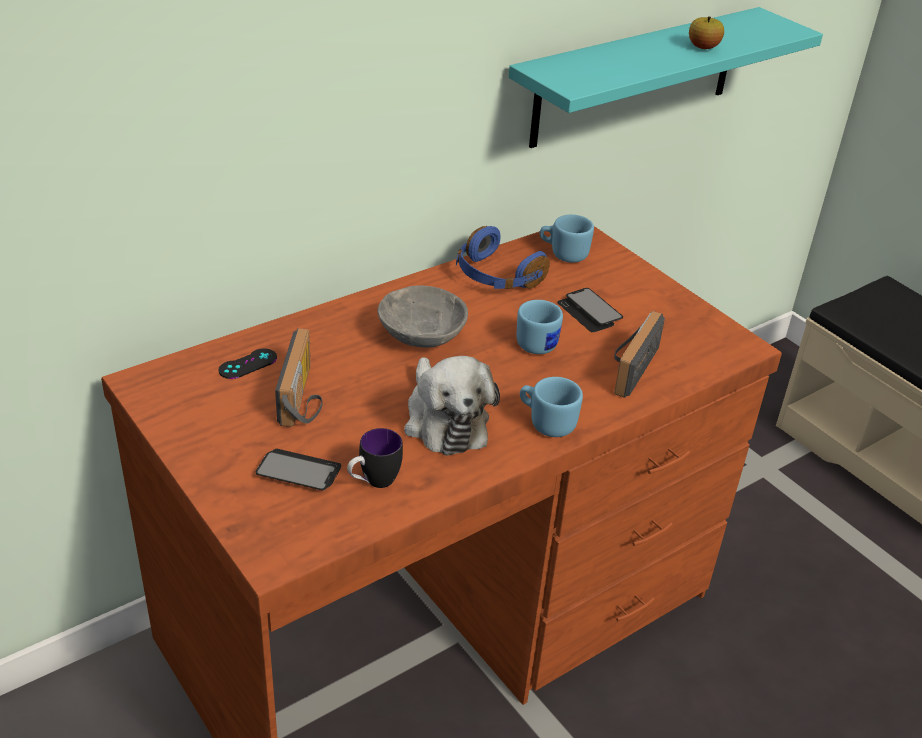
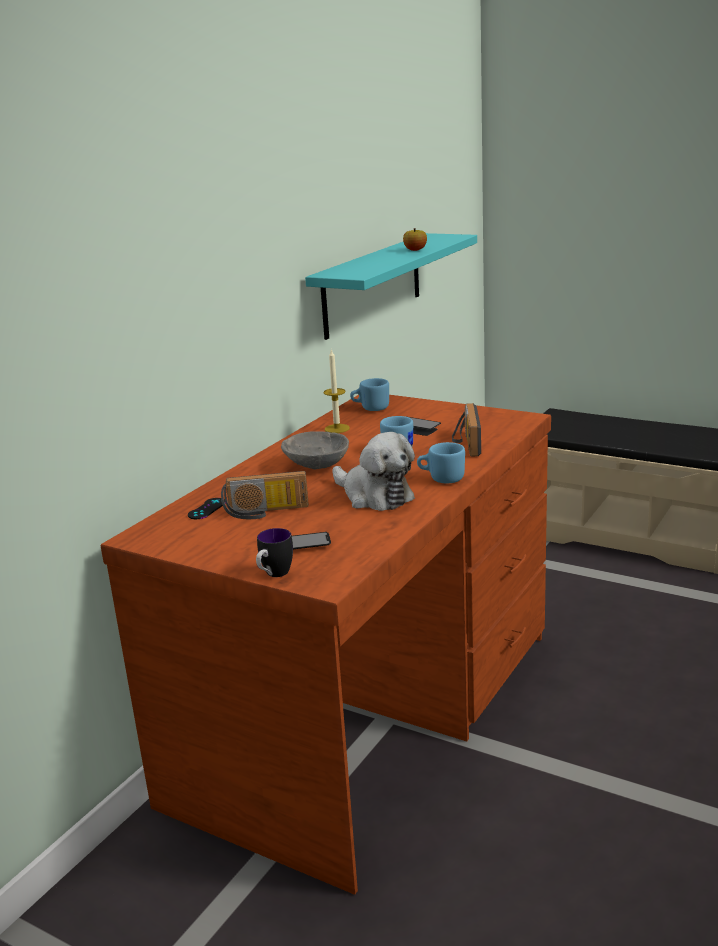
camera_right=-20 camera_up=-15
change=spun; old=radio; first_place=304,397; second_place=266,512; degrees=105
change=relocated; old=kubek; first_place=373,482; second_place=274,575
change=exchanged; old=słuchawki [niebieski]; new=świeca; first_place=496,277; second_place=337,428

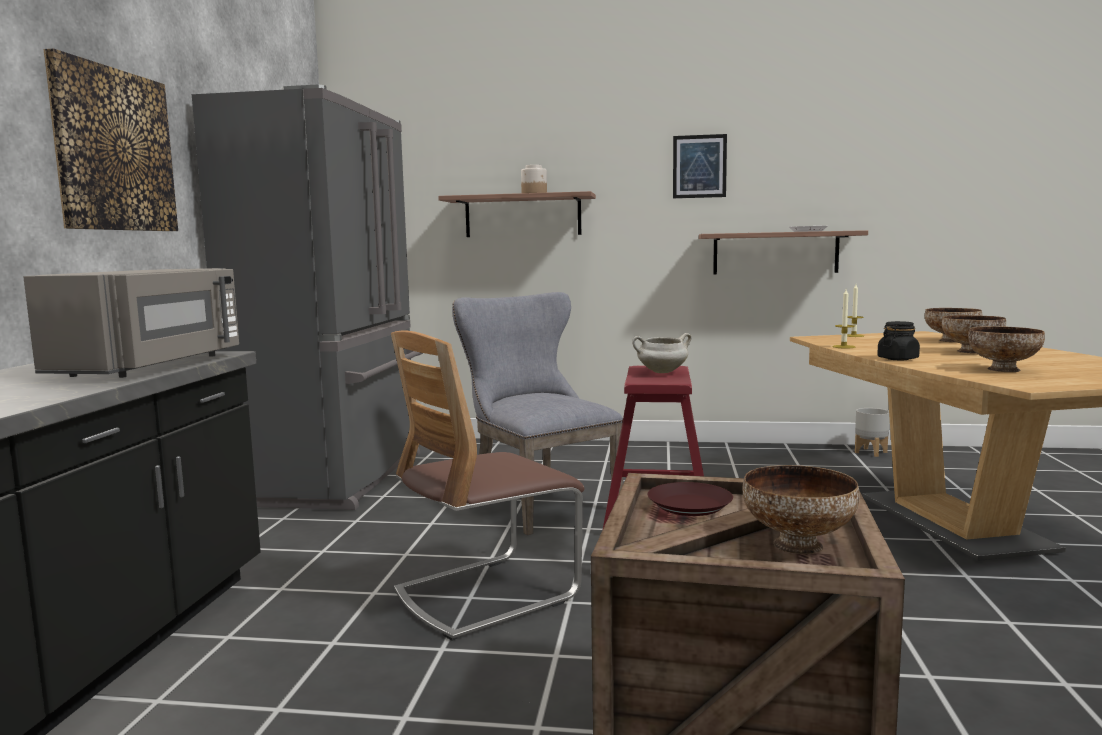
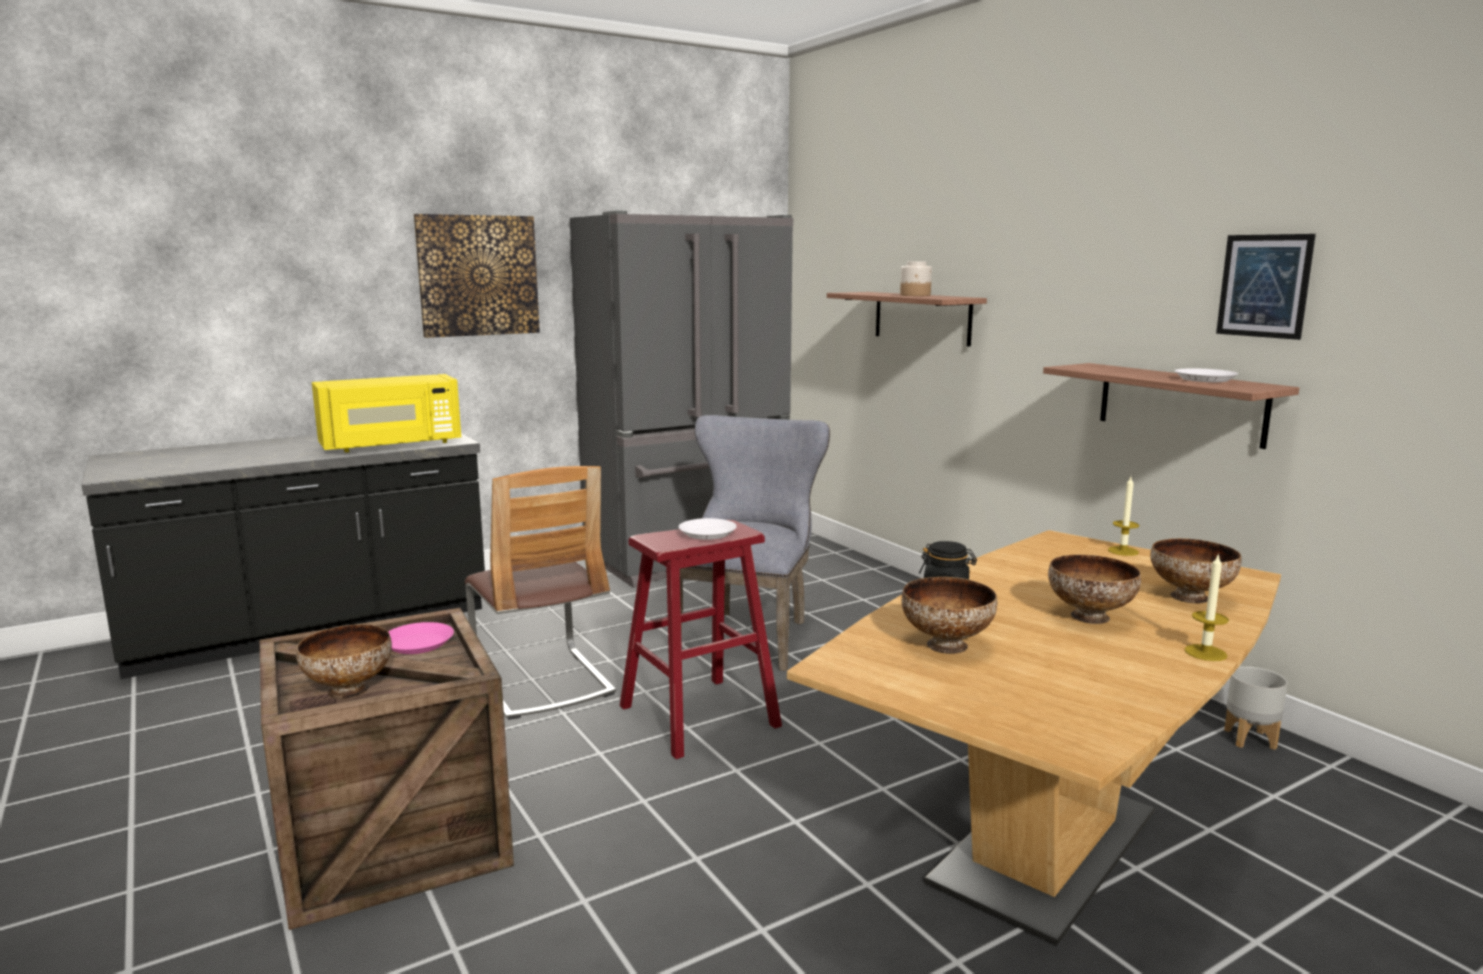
camera_right=50 camera_up=5
change=colour; old=mikrofalówka [szary]; new=mikrofalówka [żółty]; first_place=153,366; second_place=392,445
change=spun; old=krzesło; first_place=486,594; second_place=542,682; degrees=-135
change=exchanged; old=garnek [biały]; new=talerz [biały]; first_place=661,372; second_place=706,533
change=colour; old=talerz [brązowy]; new=talerz [różowy]; first_place=690,506; second_place=418,644
change=relocated; old=obraz; first_place=699,166; second_place=1264,286
change=relocated; old=świeca; first_place=843,347; second_place=1205,653

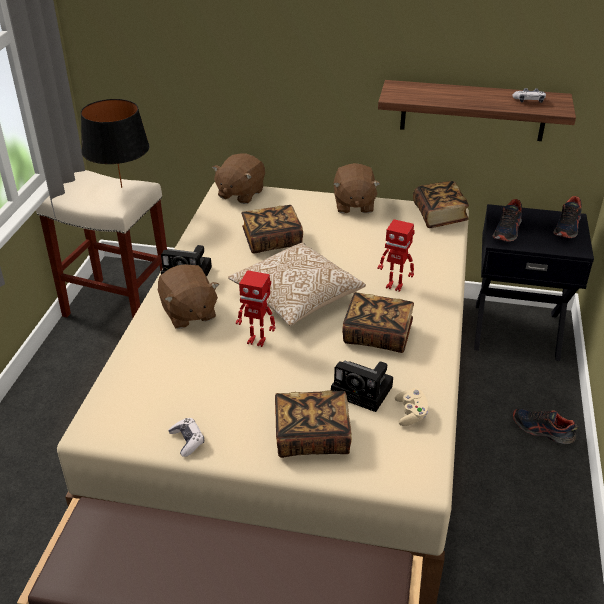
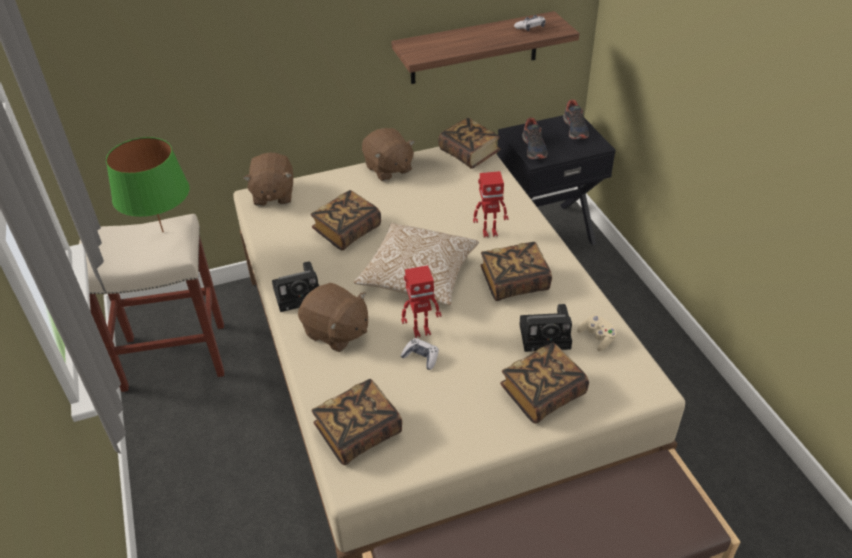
camera_right=-30 camera_up=5
change=colour; old=lampa stołowa [czarny]; new=lampa stołowa [zielony]; first_place=121,187; second_place=162,231
change=relocated; old=pad do gier; first_place=187,441; second_place=421,357
change=missing; old=but; first_place=542,430
change=appeared; new=książka; second_place=358,433

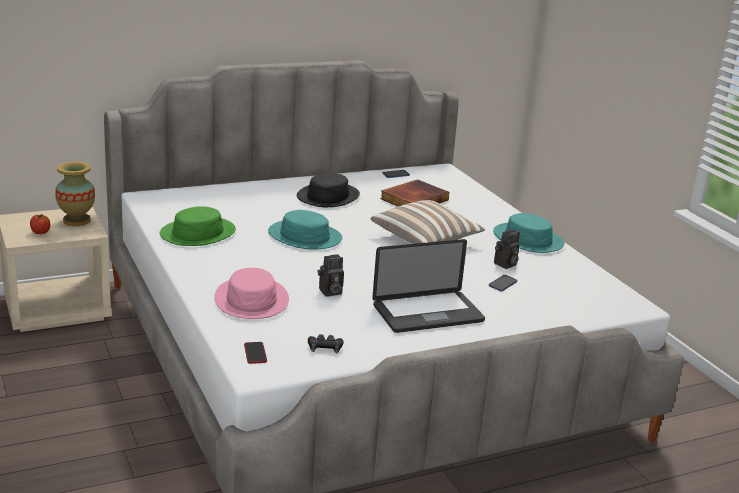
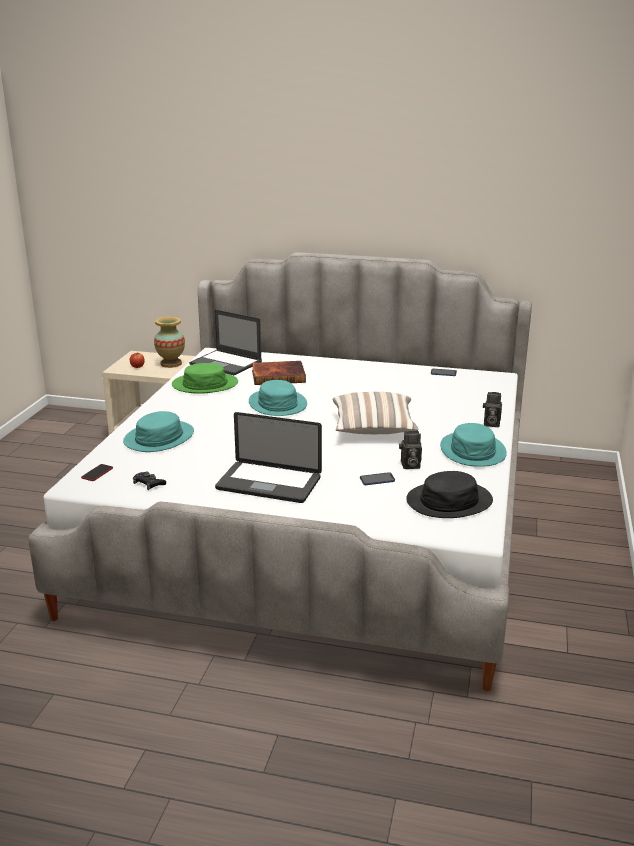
camera_right=40 camera_up=0
change=colour; old=kapelusz [różowy]; new=kapelusz [turkusowy]; first_place=252,300; second_place=159,438
change=relocated; old=kapelusz [czarny]; first_place=328,196; second_place=449,501
change=relocated; old=aparat fotograficzny; first_place=330,292; second_place=490,424
change=relocated; old=książka; first_place=413,199; second_place=278,376
change=appeared; new=laptop; second_place=226,363

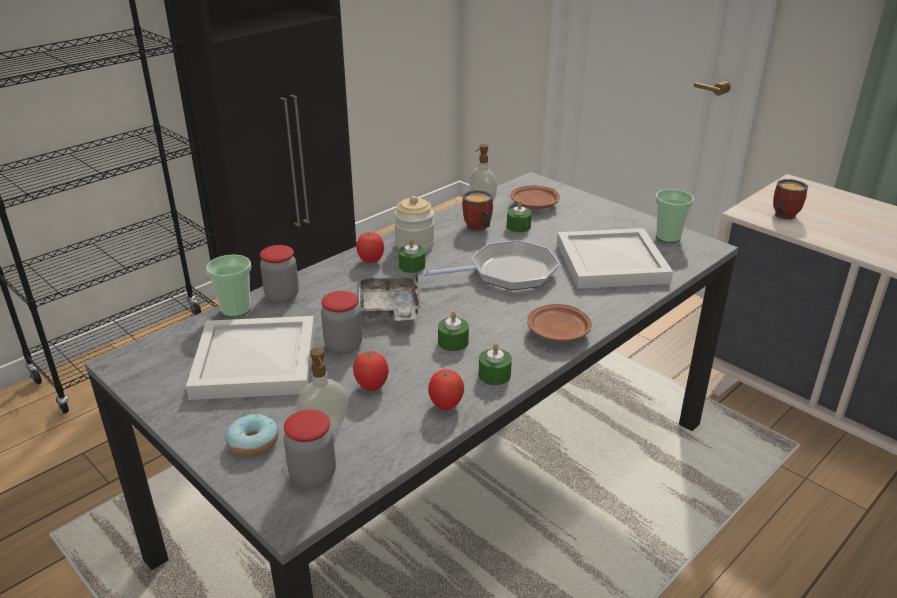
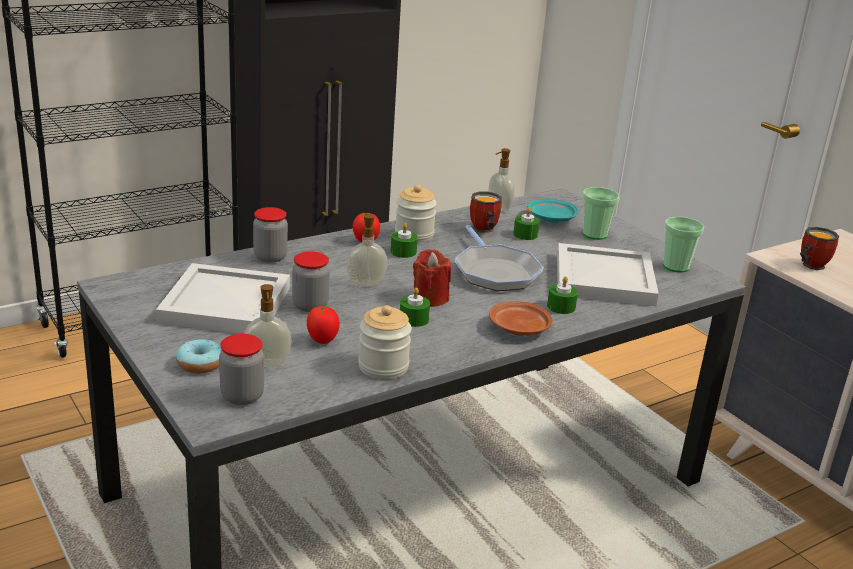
camera_right=10 camera_up=-5
change=relocated; old=filiżanka; first_place=235,310; second_place=595,234
change=exchanged; old=taca [szary]; new=dozownik mydła; first_place=389,309; second_place=365,283
change=spun; old=patelnia; first_place=508,273; second_place=495,272; degrees=75
change=exchanged; old=pomidor; new=słoik; first_place=445,406; second_place=383,367
change=relocated; old=świeca [zielony]; first_place=494,375; second_place=561,307
change=colour; old=talerz [brązowy]; new=talerz [turkusowy]; first_place=534,205; second_place=551,218
change=appeared; new=świeca [czerwony]; second_place=430,298

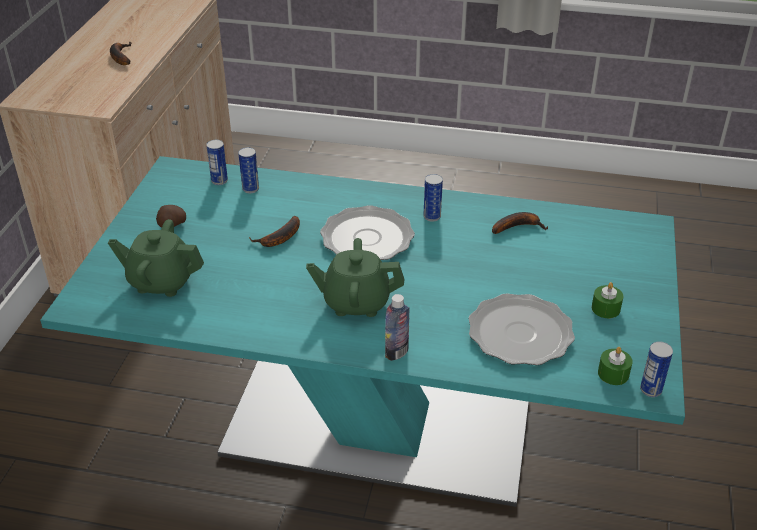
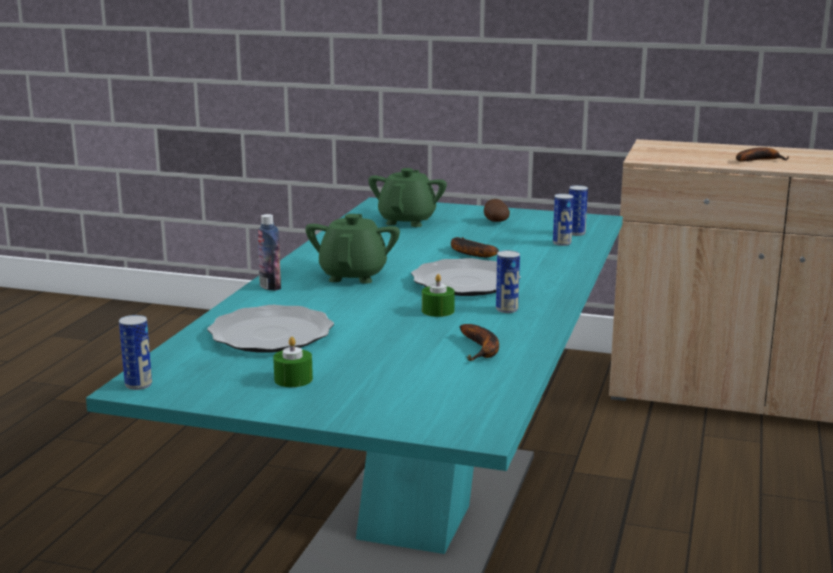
camera_right=95 camera_up=-20
change=relocated; old=świeca [zielony]; first_place=613,374; second_place=438,311

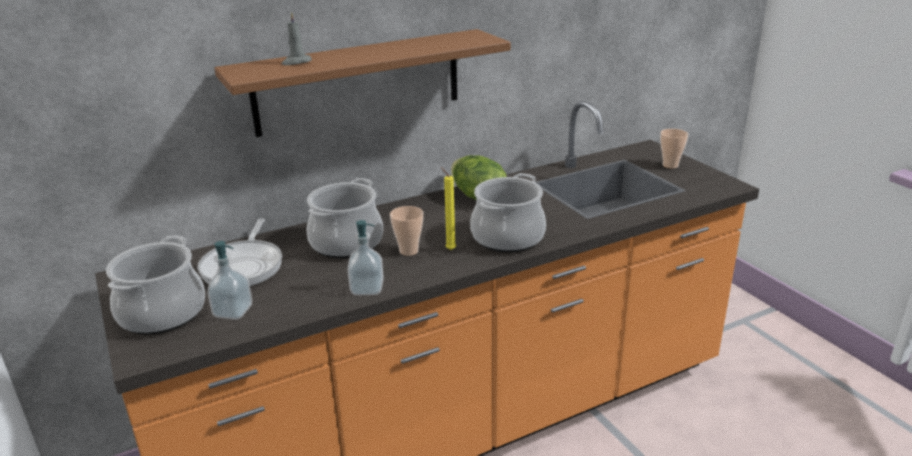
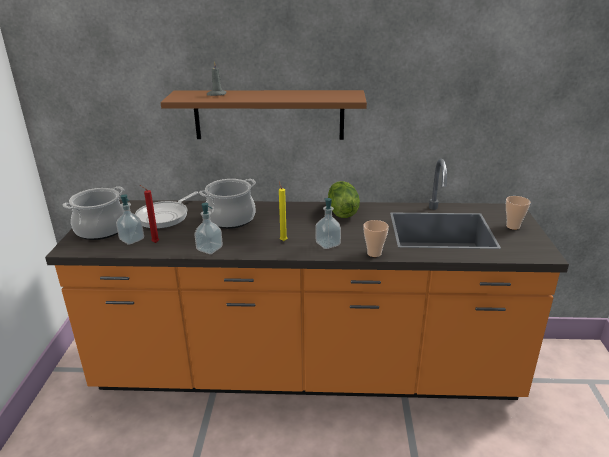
camera_right=30 camera_up=0
change=relocated; old=filiżanka; first_place=408,251; second_place=374,253
change=exchanged; old=garnek; new=dozownik mydła; first_place=508,238; second_place=328,244
change=appeared; new=świeca [czerwony]; second_place=154,242

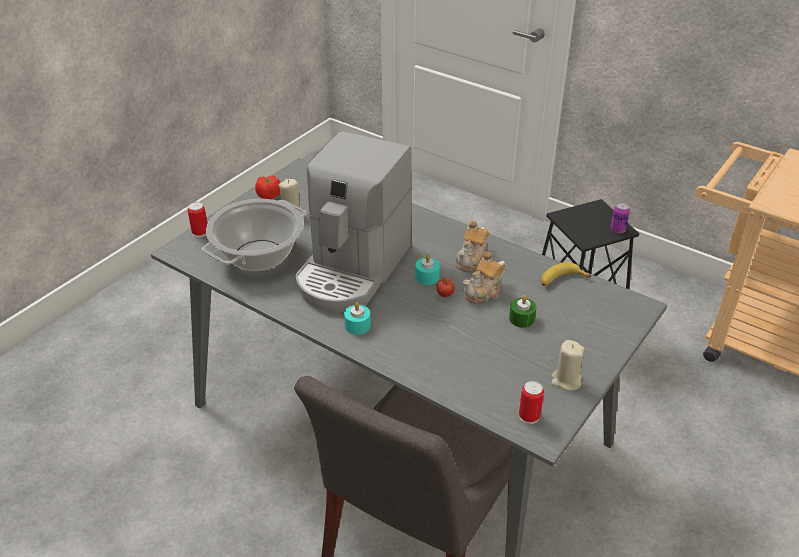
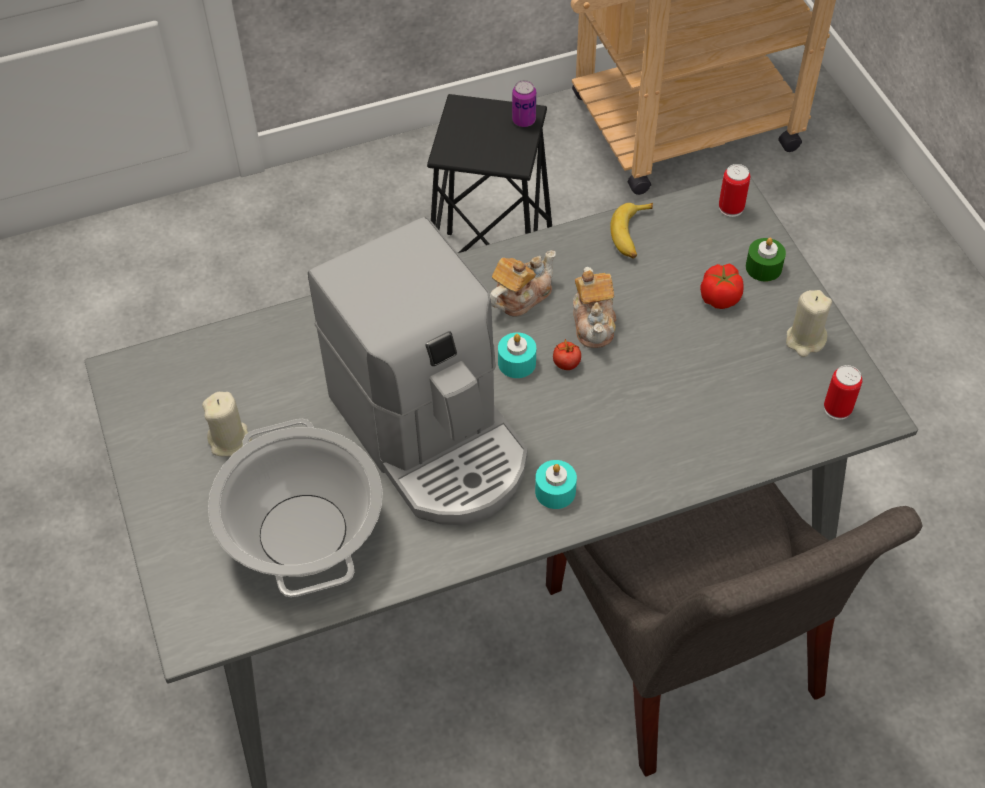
camera_right=-55 camera_up=15
change=relocated; old=puszka; first_place=200,232; second_place=731,208
change=relocated; old=pomidor; first_place=269,195; second_place=720,297
change=spun; old=imbryk; first_place=472,260; second_place=521,296; degrees=-105
change=relocated; old=świeca [zielony]; first_place=521,318; second_place=763,267

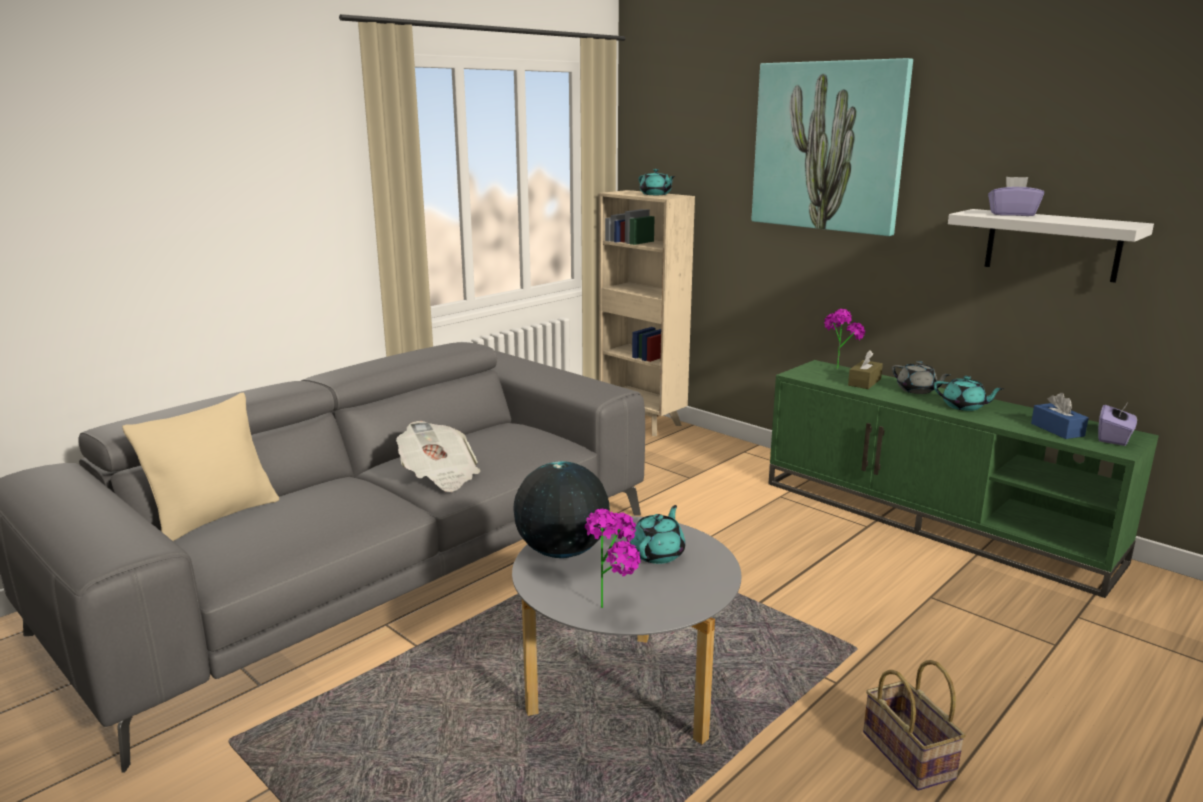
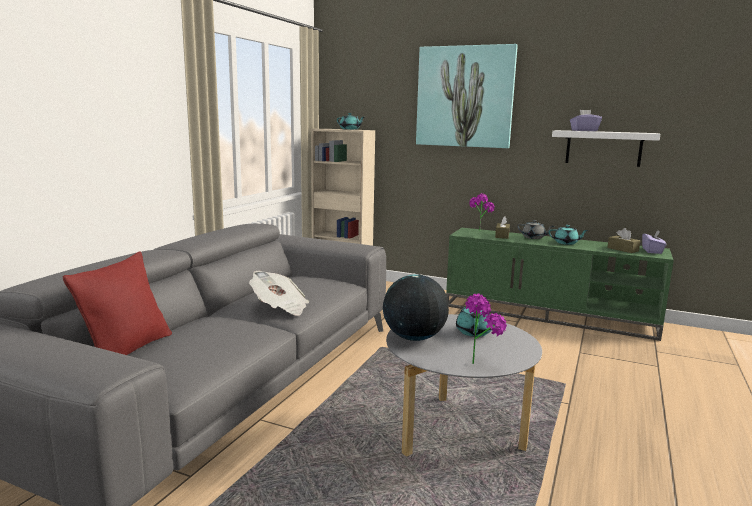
camera_right=-20 camera_up=-5
change=colour; old=poduszka [beżowy]; new=poduszka [czerwony]; first_place=215,517; second_place=128,351
change=missing; old=koszyk; first_place=911,756
change=colour; old=pudełko chusteczek [niebieski]; new=pudełko chusteczek [brązowy]; first_place=1057,430; second_place=622,249

